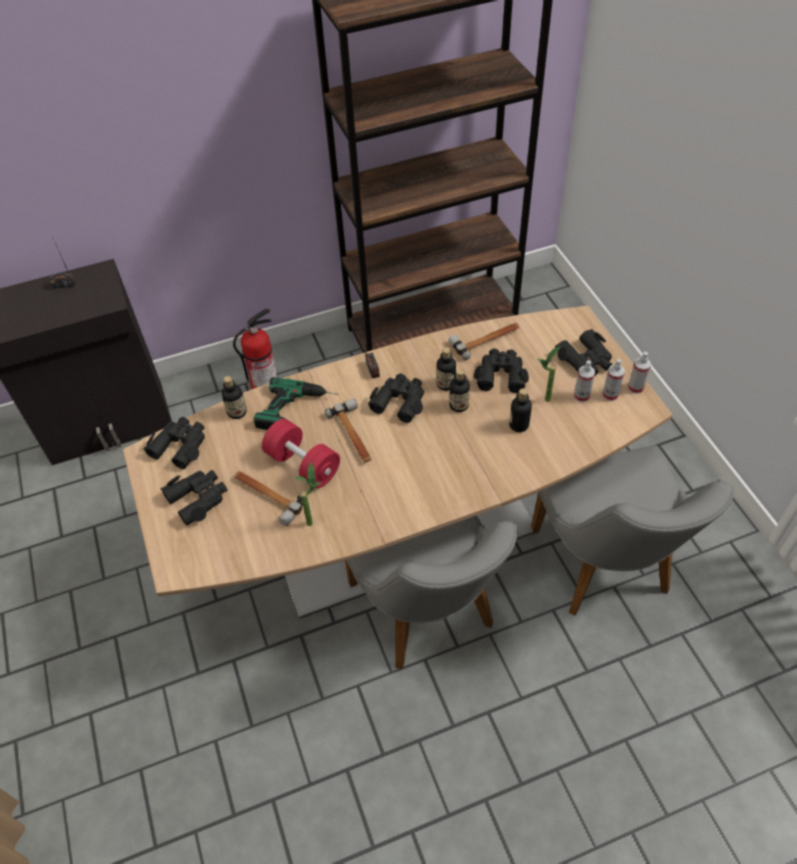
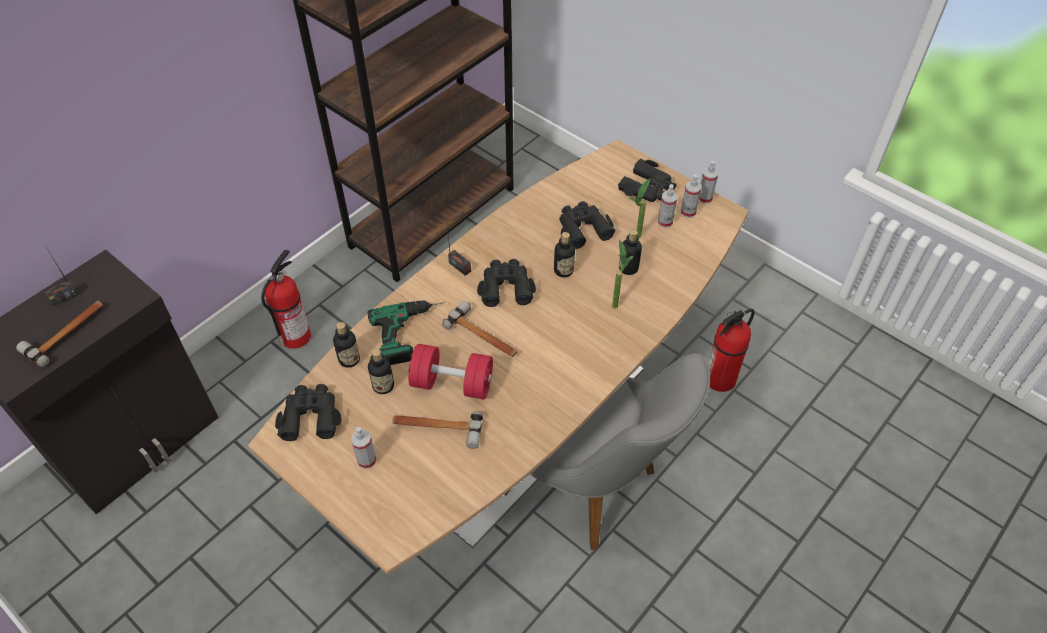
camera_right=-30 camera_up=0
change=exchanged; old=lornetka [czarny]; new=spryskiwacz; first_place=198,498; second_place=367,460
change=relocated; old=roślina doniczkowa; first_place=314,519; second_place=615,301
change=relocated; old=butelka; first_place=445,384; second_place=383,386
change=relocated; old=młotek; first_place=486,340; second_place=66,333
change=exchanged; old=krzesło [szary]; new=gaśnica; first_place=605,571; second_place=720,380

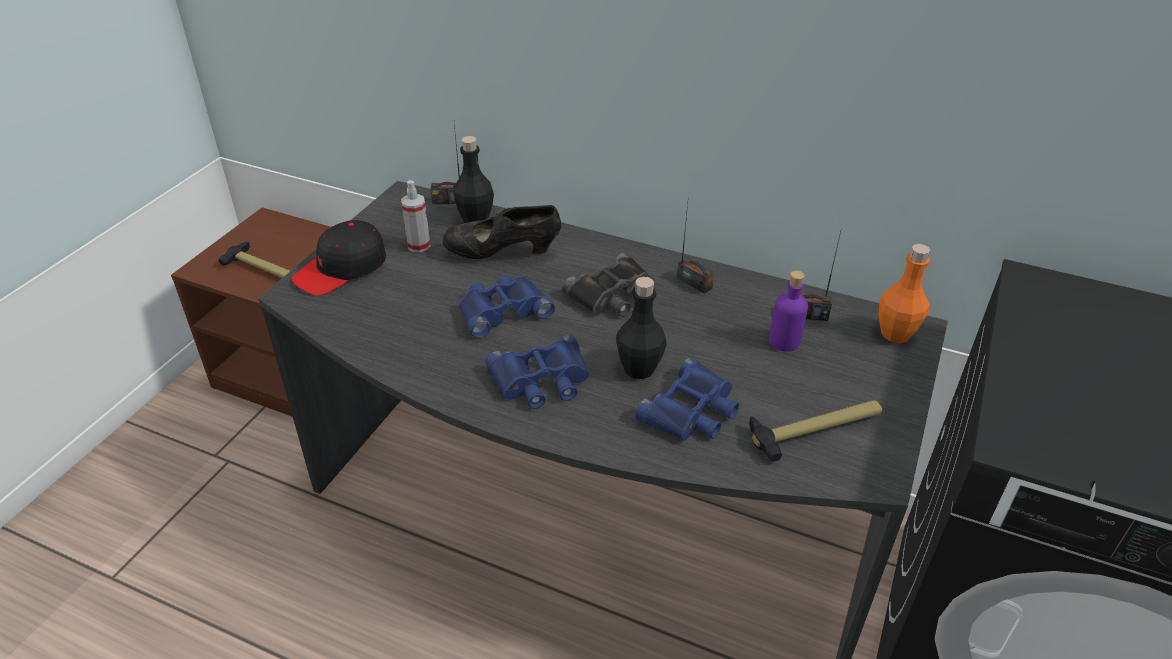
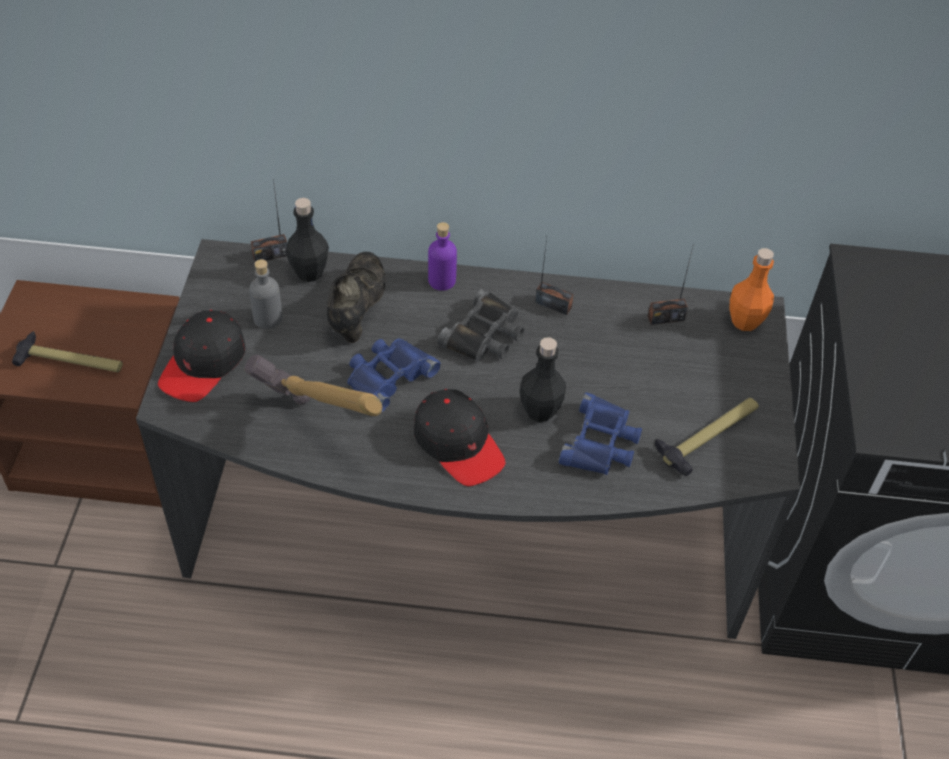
camera_right=-20 camera_up=10
change=exchanged; old=spryskiwacz; new=butelka [szary]; first_place=419,245; second_place=268,318
change=spun; old=but [czarny]; first_place=502,253; second_place=357,309; degrees=120
change=exchanged; old=lornetka [niebieski]; new=czapka z daszkiem [czarny]; first_place=541,380; second_place=458,444
change=relocated; old=butelka [fioletowy]; first_place=784,341; second_place=442,281
change=appeared; new=młotek; second_place=316,436

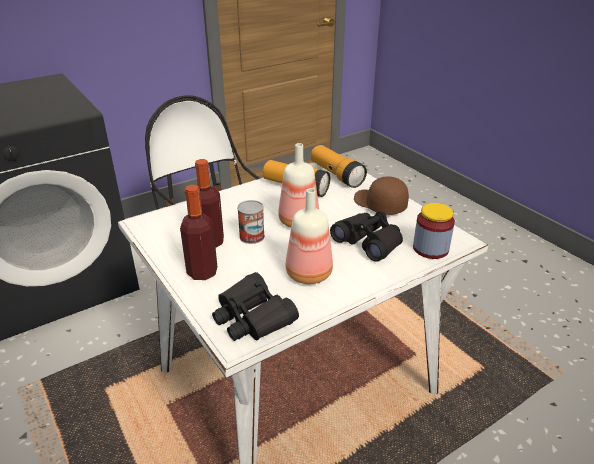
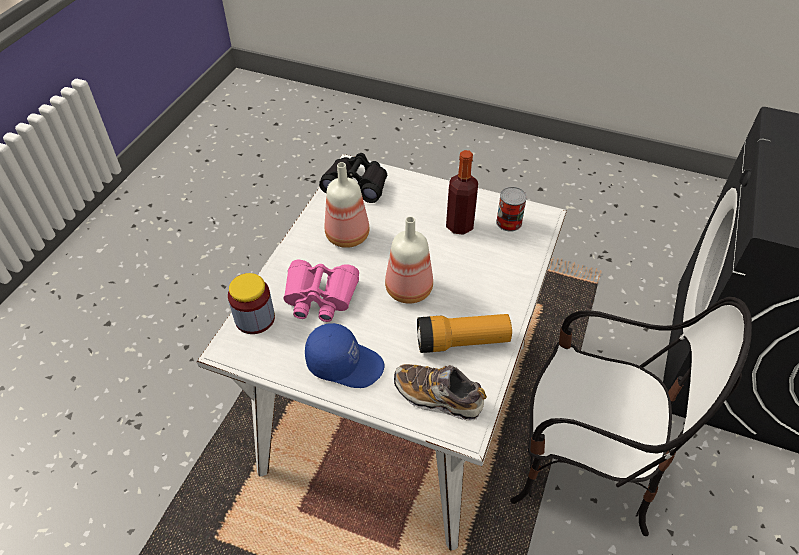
camera_right=145 camera_up=15
change=missing; old=butelka; first_place=202,272
change=relocated; old=puszka; first_place=252,236; second_place=509,222
change=exchanged; old=latarka; new=but; first_place=336,175; second_place=438,397
change=colour; old=lornetka [czarny]; new=lornetka [różowy]; first_place=369,242; second_place=320,296
change=colour; old=czapka z daszkiem [brązowy]; new=czapka z daszkiem [niebieski]; first_place=379,204; second_place=345,363

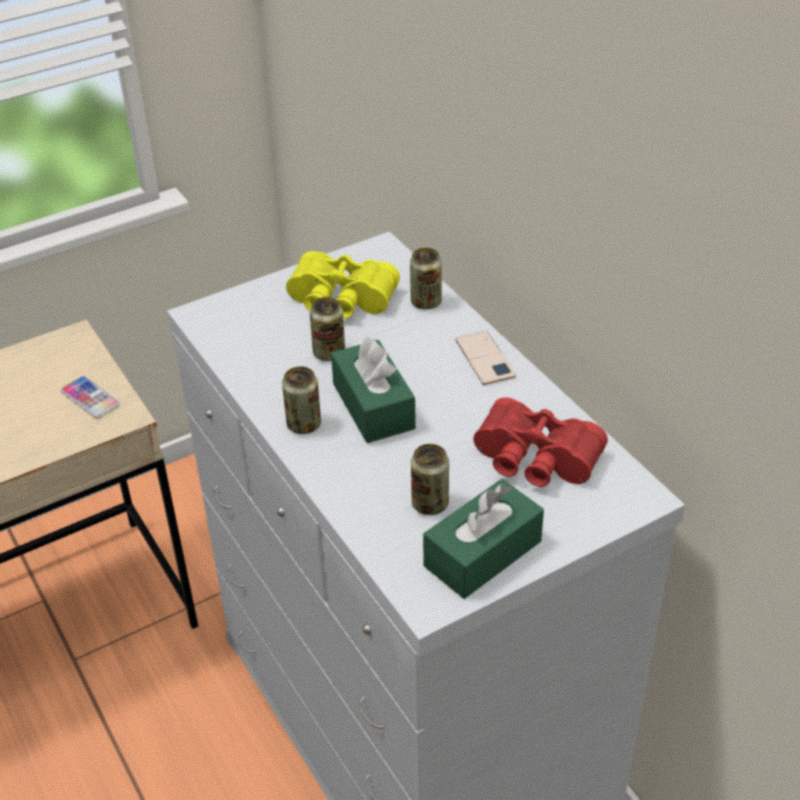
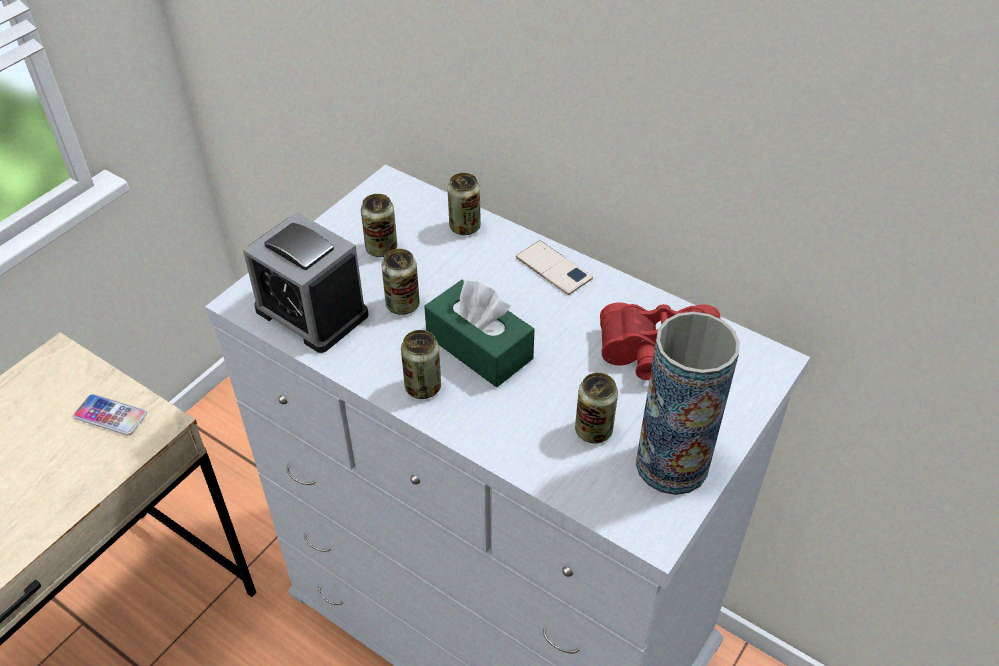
camera_right=-25 camera_up=5
change=exchanged; old=lornetka [żółty]; new=puszka; first_place=340,302; second_place=381,248
change=exchanged; old=pudełko chusteczek [zielony]; new=wazon; first_place=482,553; second_place=671,464
change=appeared; new=budzik; second_place=311,312

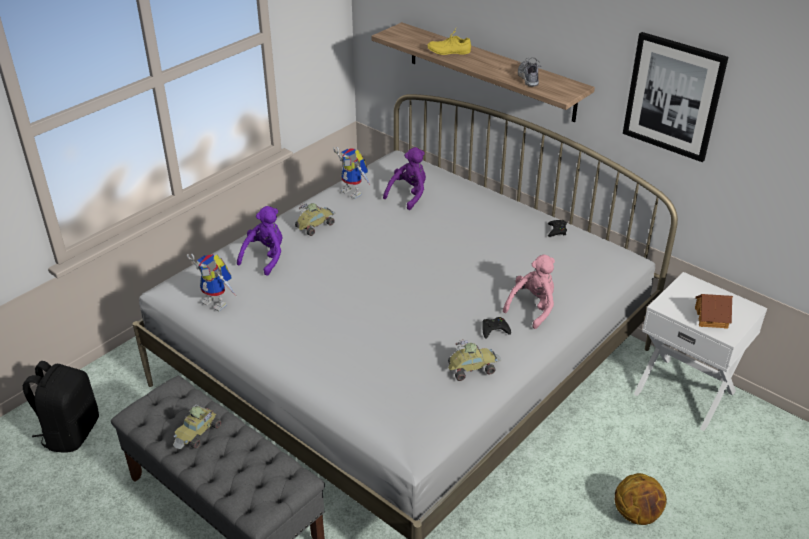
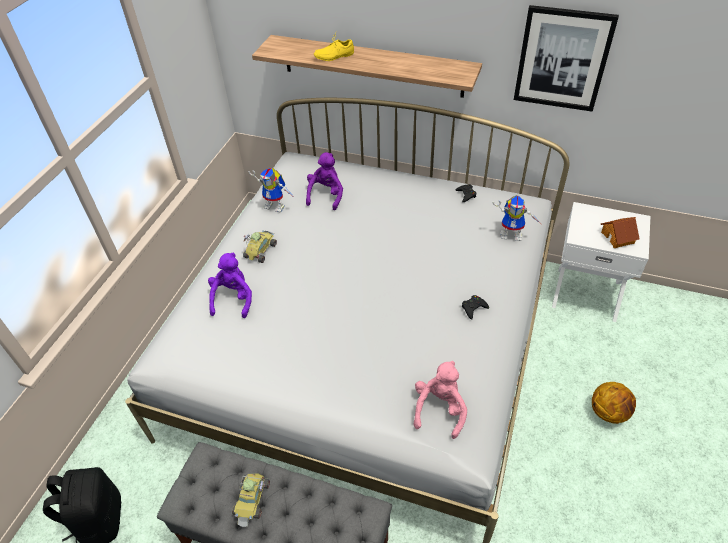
camera_right=-20 camera_up=10
change=relocated; old=robot zabawkowy; first_place=218,302; second_place=513,234
change=missing; old=samochodzik; first_place=472,367
change=relocated; old=pluszak [różowy]; first_place=532,308; second_place=439,409
change=missing; old=but; first_place=528,78

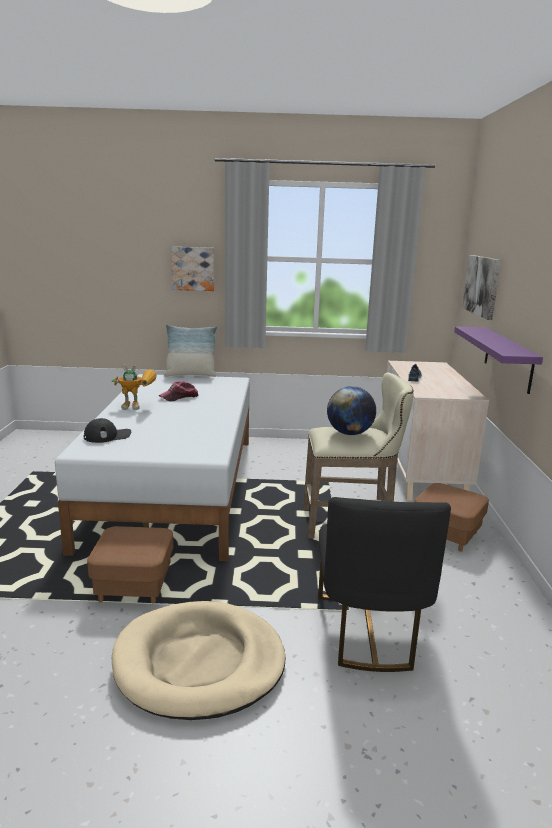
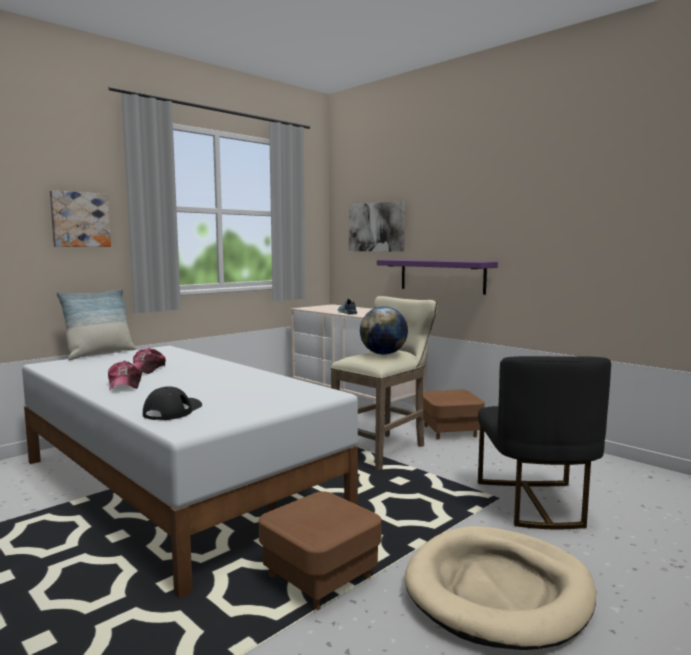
camera_right=-45 camera_up=-10
change=exchanged; old=robot zabawkowy; new=czapka z daszkiem; first_place=138,407; second_place=125,384
change=spun; old=krzesło [czarny]; first_place=369,631; second_place=534,503; degrees=45

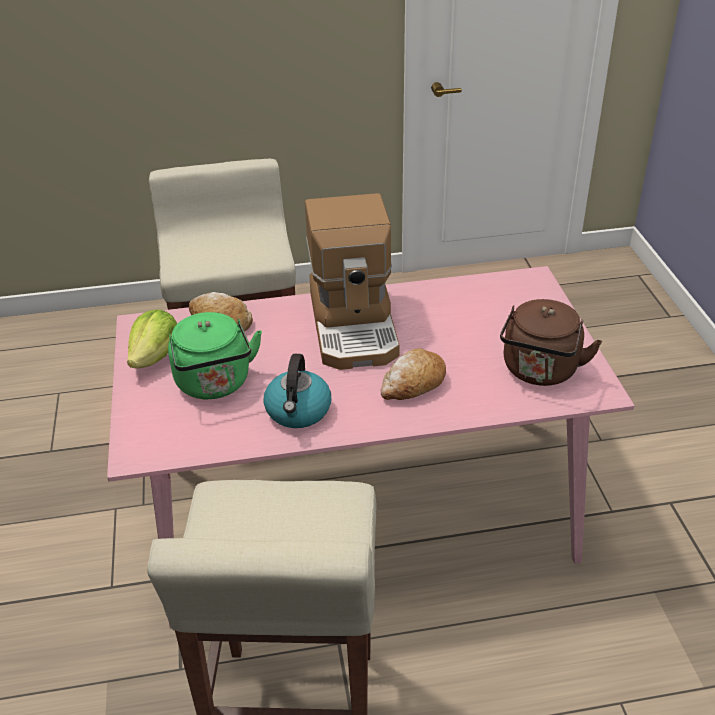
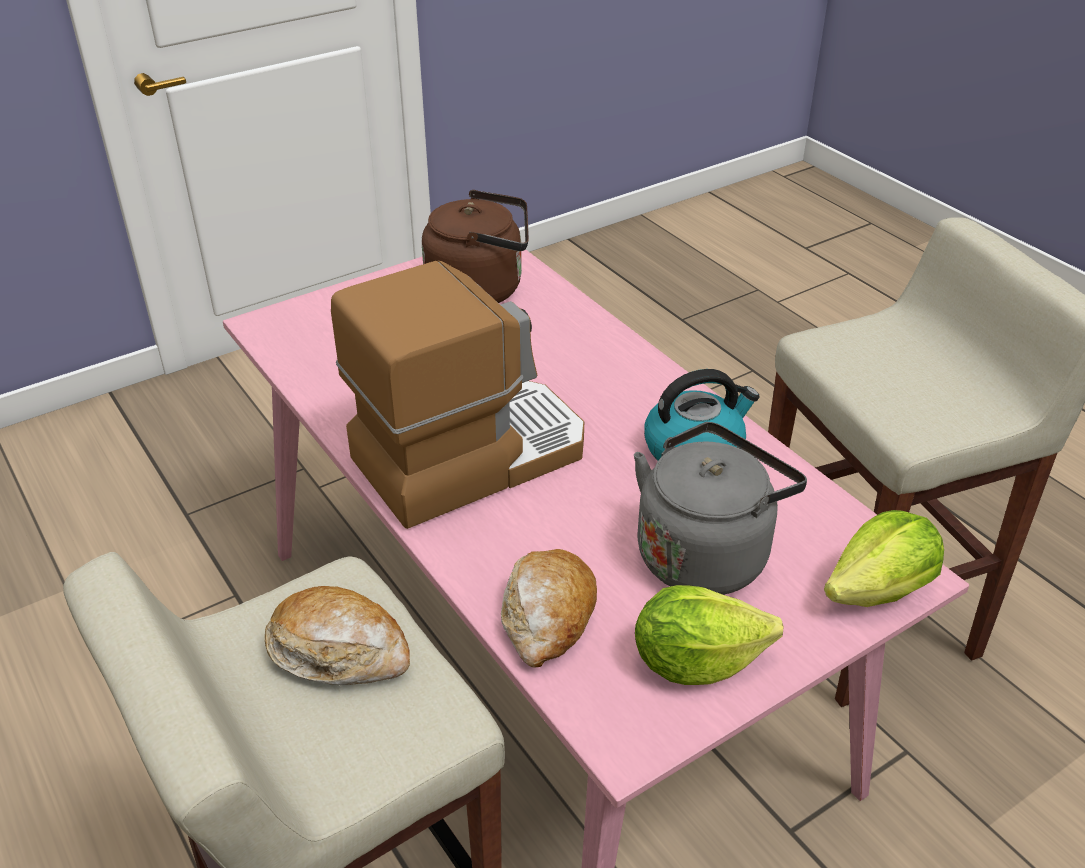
camera_right=-115 camera_up=0
change=colour; old=czajnik [zielony]; new=czajnik [szary]; first_place=215,384; second_place=706,553
change=relocated; old=chleb; first_place=413,384; second_place=339,651
change=appeared; new=sałata; second_place=879,591

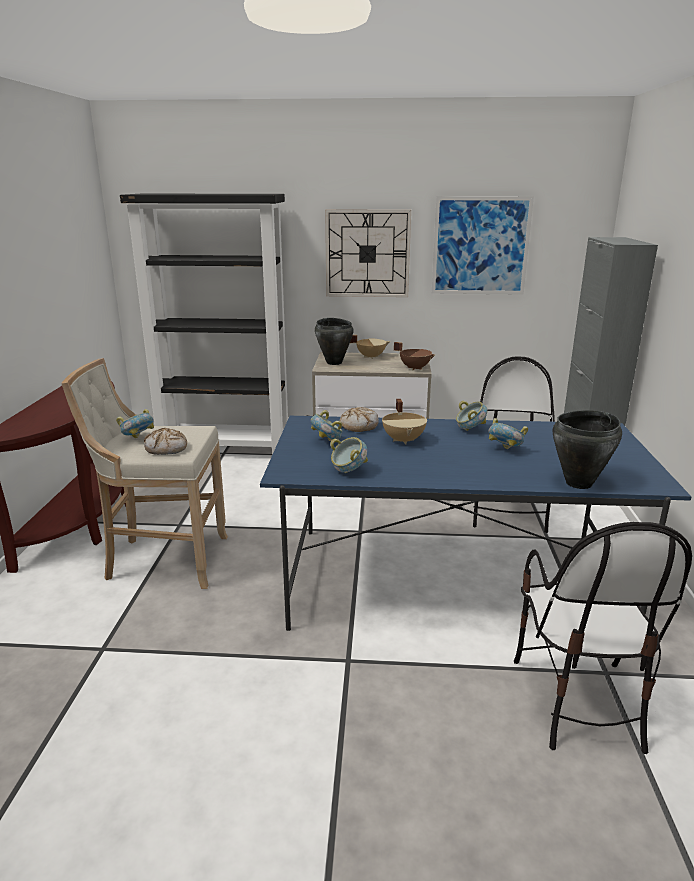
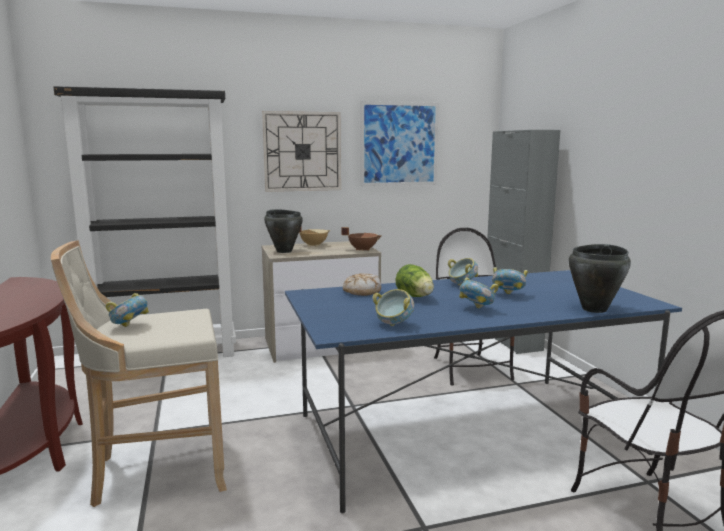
camera_right=-20 camera_up=-10
change=missing; old=chleb; first_place=166,448
change=relocated; old=miska; first_place=327,442; second_place=476,309
change=exchanged; old=garnek [beżowy]; new=sałata; first_place=404,440; second_place=415,297

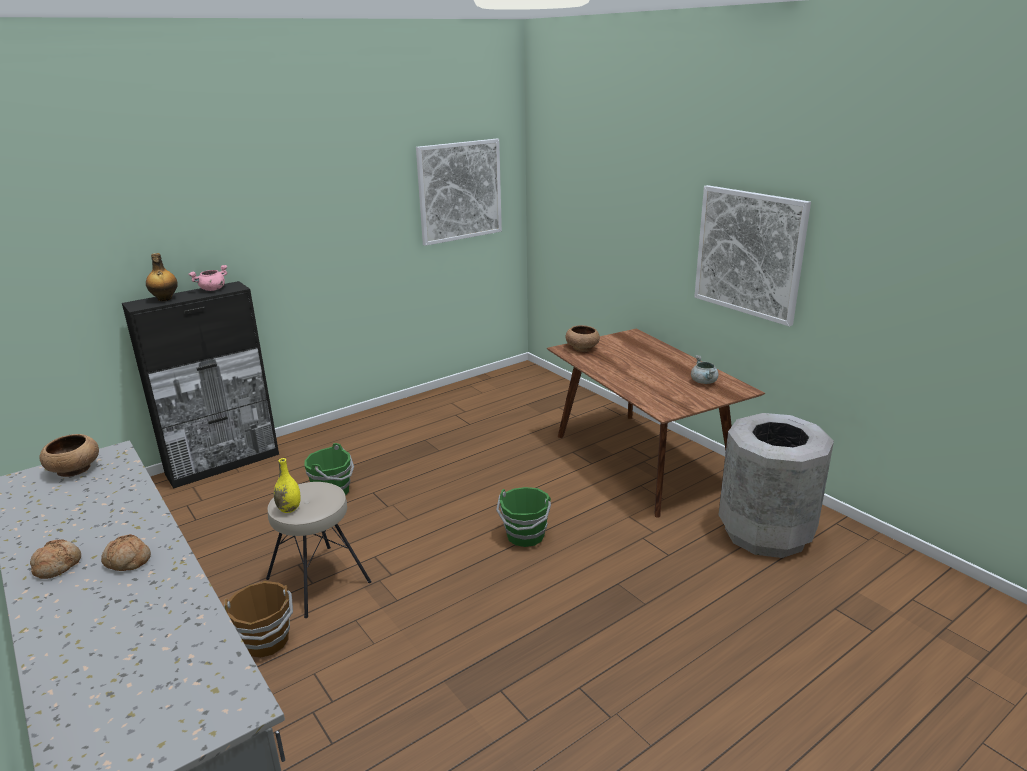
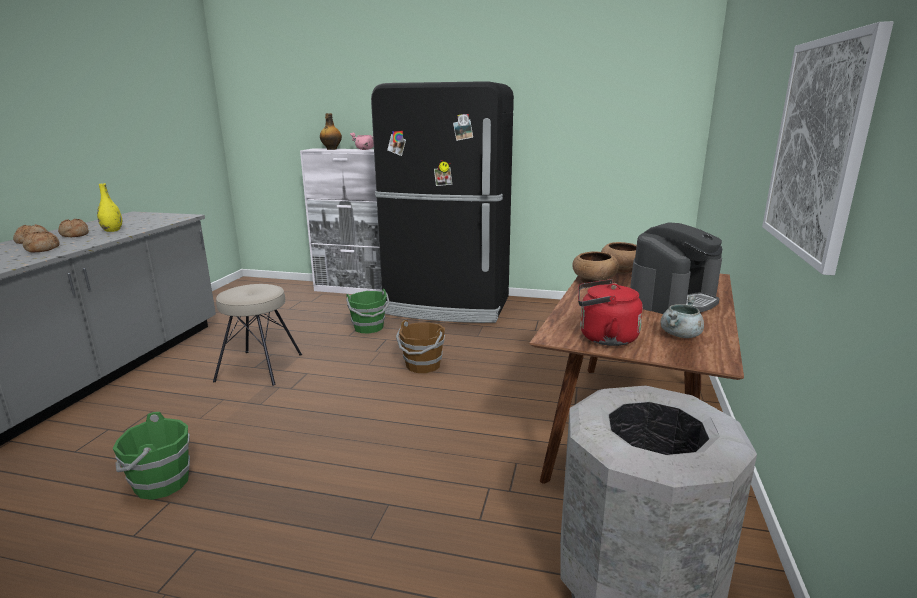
camera_right=50 camera_up=-5
change=relocated; old=miska [brązowy]; first_place=74,469; second_place=593,281
change=colour; old=szafka [czarny]; new=szafka [biały]; first_place=224,464; second_place=356,290
change=relocated; old=wiadro [brązowy]; first_place=266,641; second_place=422,366
change=relocated; old=wazon [żółty]; first_place=289,509; second_place=112,230
change=missing; old=obraz; first_place=460,191
change=relocated; old=wiadro [zielony]; first_place=525,536; second_place=160,483
change=appeared; new=chleb; second_place=74,235
change=appeared; new=lodówka [czarny]; second_place=446,306
change=appeared; new=czajnik [czerwony]; second_place=604,338
change=appeared; new=ekspres do kawy; second_place=672,299

